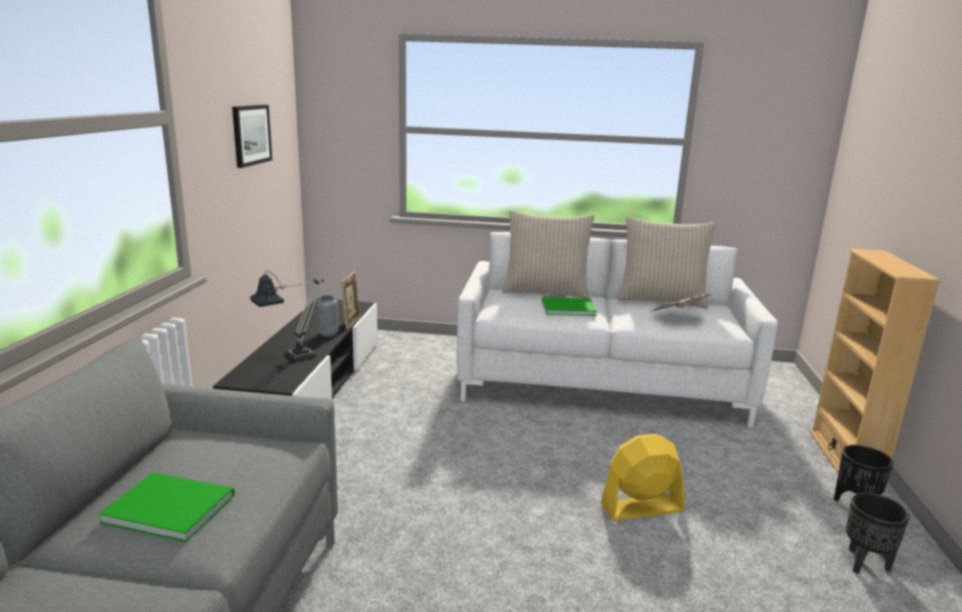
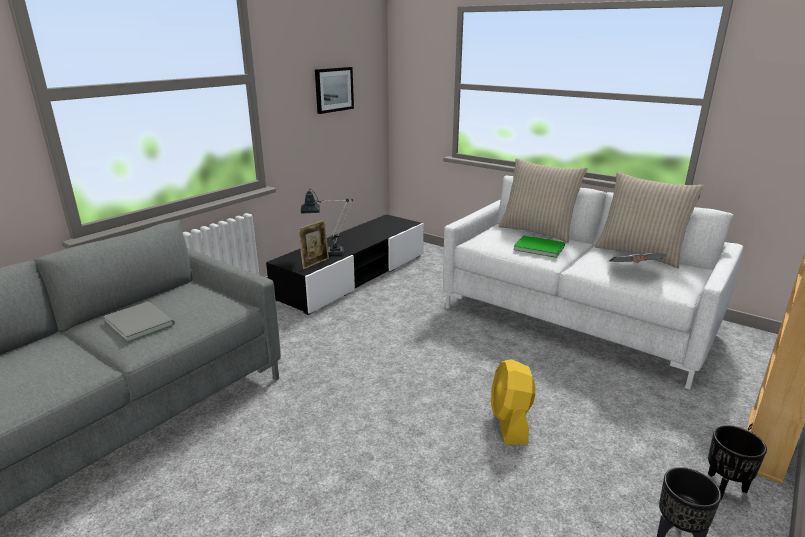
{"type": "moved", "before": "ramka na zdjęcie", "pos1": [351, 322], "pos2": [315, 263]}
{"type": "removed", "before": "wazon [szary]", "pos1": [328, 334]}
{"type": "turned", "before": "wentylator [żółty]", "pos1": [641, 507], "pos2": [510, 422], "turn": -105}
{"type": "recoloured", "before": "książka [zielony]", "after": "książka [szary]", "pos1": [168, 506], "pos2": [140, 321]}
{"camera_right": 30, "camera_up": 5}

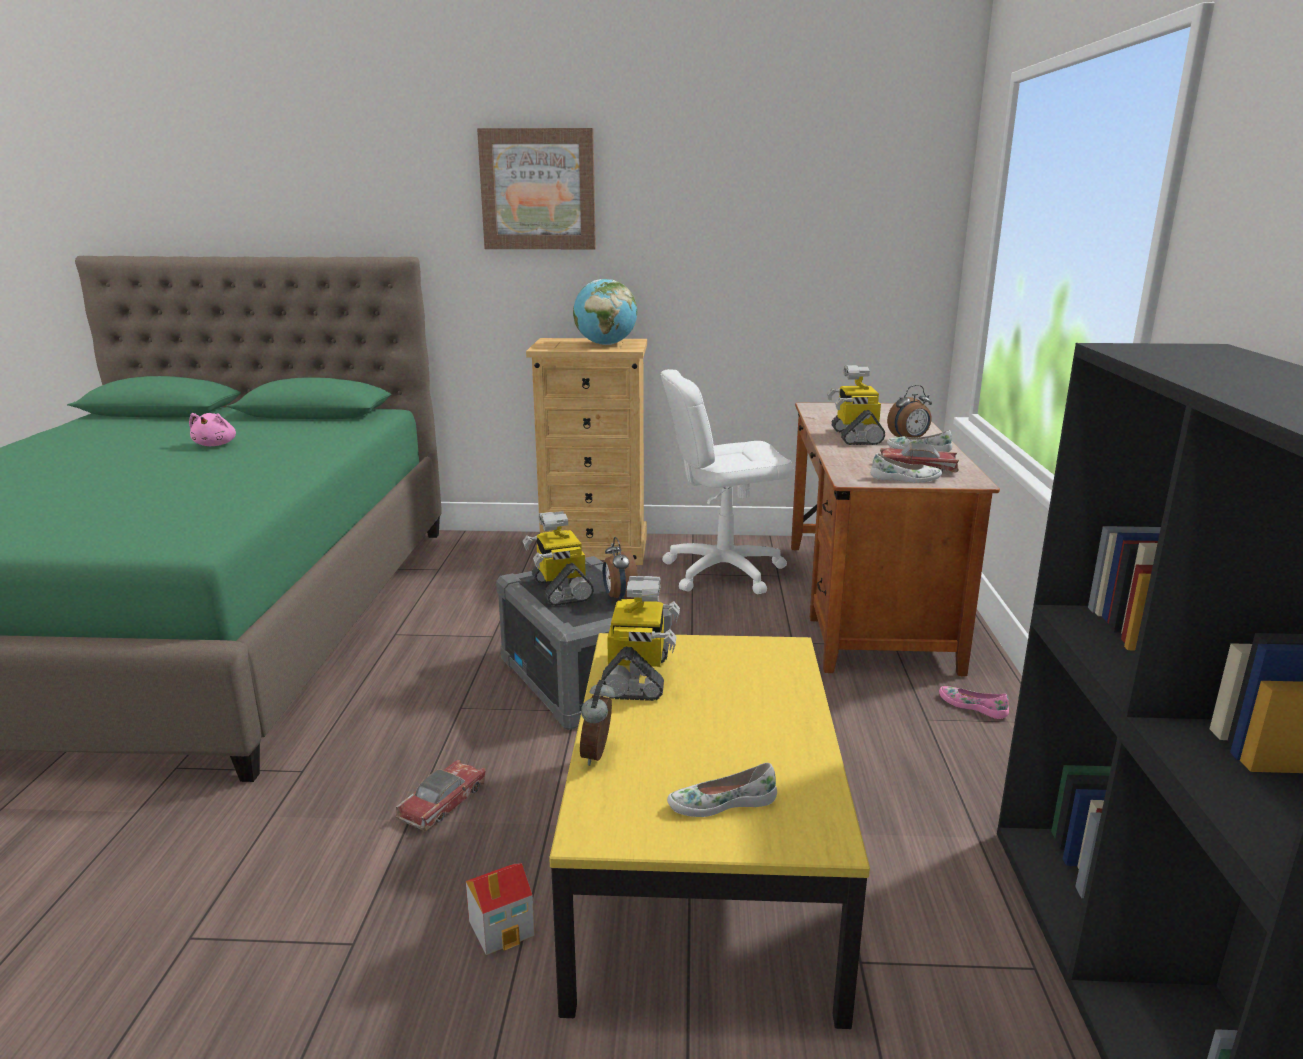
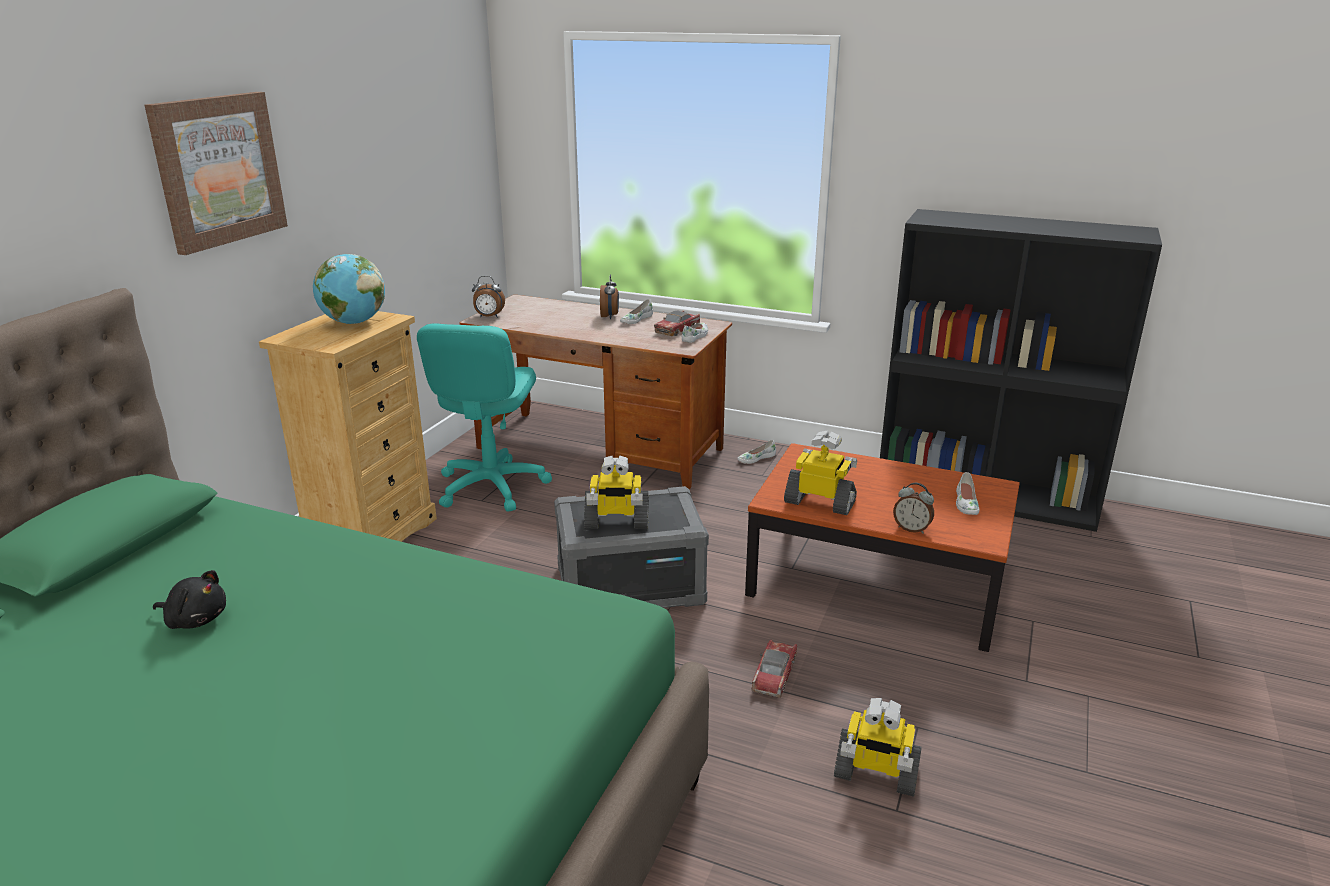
{"type": "moved", "before": "robot zabawkowy", "pos1": [855, 436], "pos2": [875, 773]}
{"type": "recoloured", "before": "krzesło biurowe [biały]", "after": "krzesło biurowe [turkusowy]", "pos1": [723, 571], "pos2": [491, 486]}
{"type": "recoloured", "before": "pluszak [różowy]", "after": "pluszak [czarny]", "pos1": [216, 445], "pos2": [195, 619]}
{"type": "moved", "before": "budzik", "pos1": [619, 598], "pos2": [489, 317]}
{"type": "recoloured", "before": "ława [żółty]", "after": "ława [brązowy]", "pos1": [703, 866], "pos2": [877, 581]}
{"type": "recoloured", "before": "but [różowy]", "after": "but [biały]", "pos1": [972, 706], "pos2": [756, 458]}
{"type": "turned", "before": "samochodzik", "pos1": [443, 803], "pos2": [774, 674], "turn": 60}
{"type": "removed", "before": "domek", "pos1": [502, 927]}
{"camera_right": -70, "camera_up": 5}

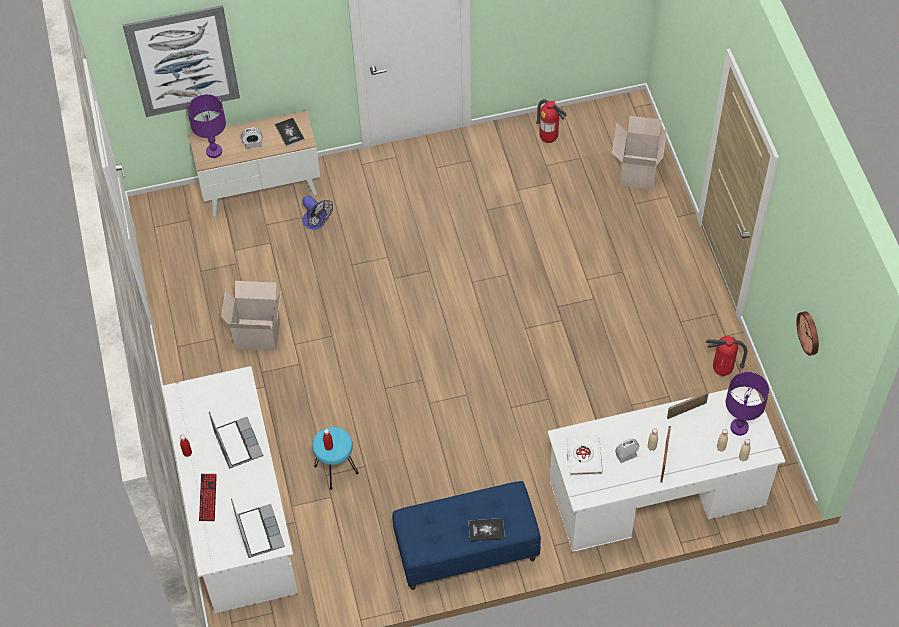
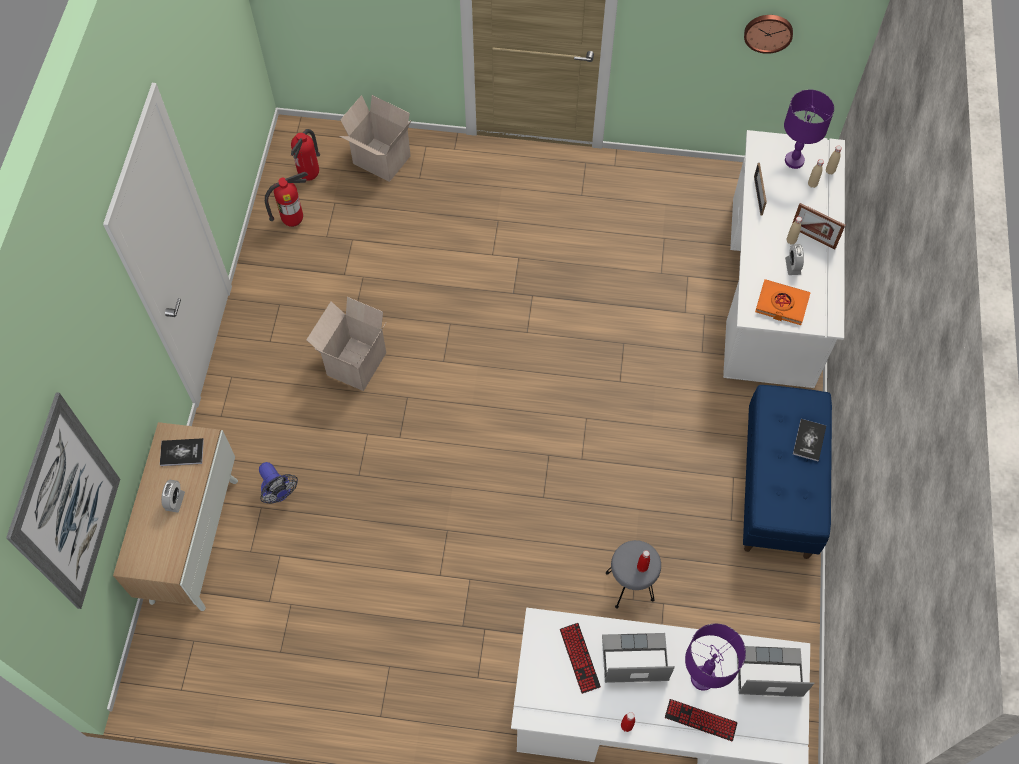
{"type": "moved", "before": "lampa stołowa [fioletowy]", "pos1": [214, 151], "pos2": [702, 678]}
{"type": "turned", "before": "wentylator", "pos1": [316, 223], "pos2": [279, 493], "turn": 75}
{"type": "moved", "before": "karton", "pos1": [258, 333], "pos2": [355, 362]}
{"type": "moved", "before": "gaśnica", "pos1": [722, 371], "pos2": [310, 176]}
{"type": "recoloured", "before": "stołek [turkusowy]", "after": "stołek [szary]", "pos1": [336, 470], "pos2": [630, 586]}
{"type": "recoloured", "before": "książka [biały]", "after": "książka [pomarańczowy]", "pos1": [583, 457], "pos2": [781, 304]}
{"type": "added", "after": "klawiatura", "pos2": [579, 658]}
{"camera_right": -70, "camera_up": 5}

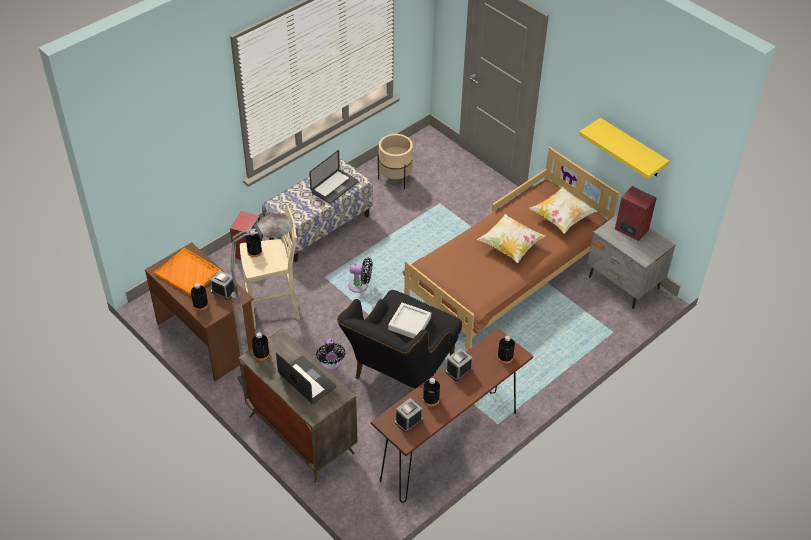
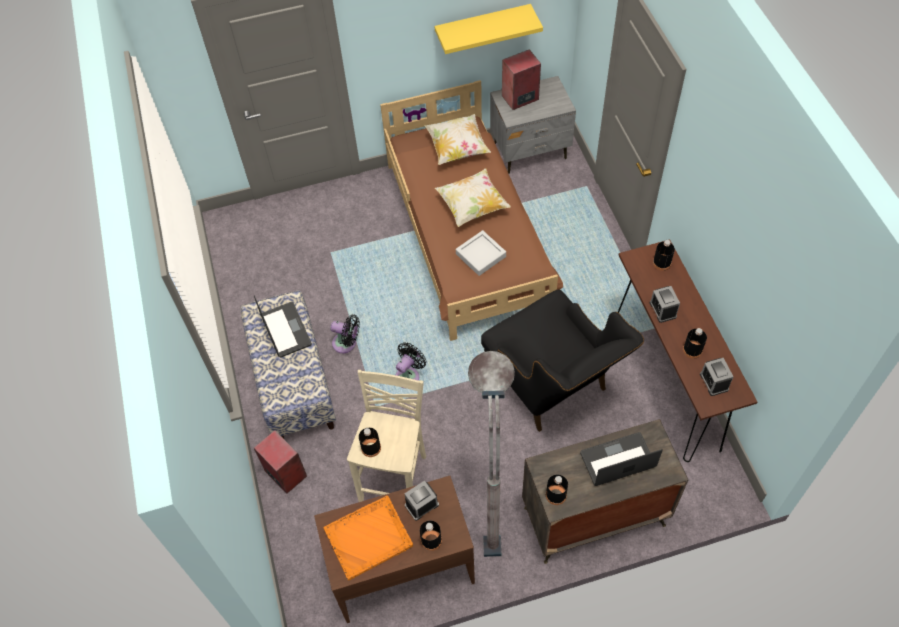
{"type": "removed", "before": "donica [beżowy]", "pos1": [395, 178]}
{"type": "moved", "before": "taca [szary]", "pos1": [409, 323], "pos2": [480, 255]}
{"type": "moved", "before": "wentylator [czarny]", "pos1": [330, 364], "pos2": [346, 343]}
{"camera_right": -60, "camera_up": 10}

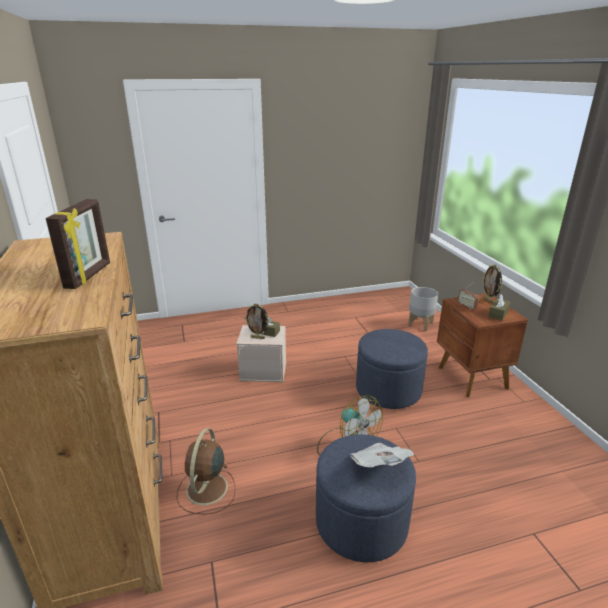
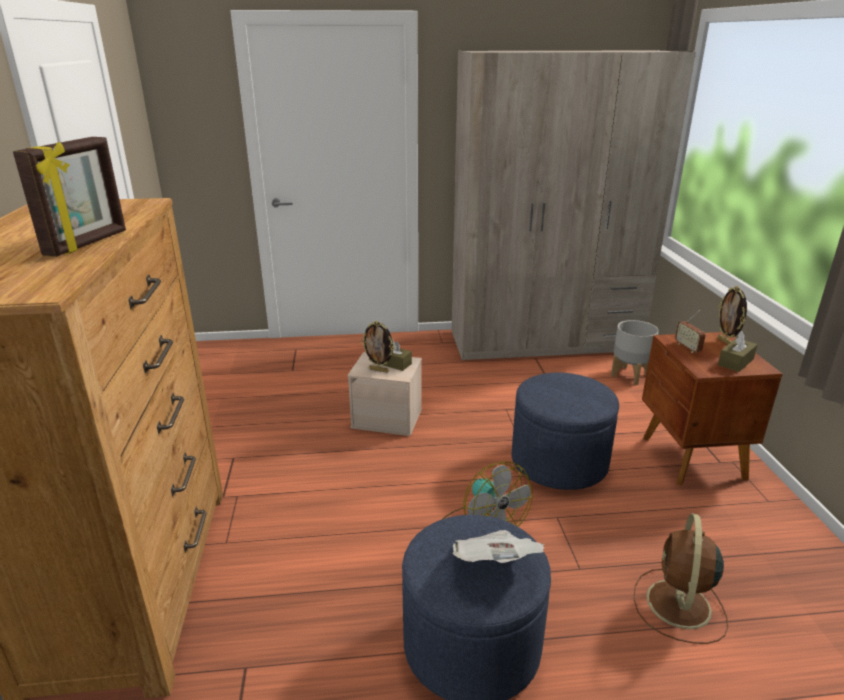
{"type": "moved", "before": "wentylator [brązowy]", "pos1": [206, 490], "pos2": [678, 606]}
{"type": "added", "after": "szafa [beżowy]", "pos2": [544, 341]}
{"camera_right": 10, "camera_up": 0}

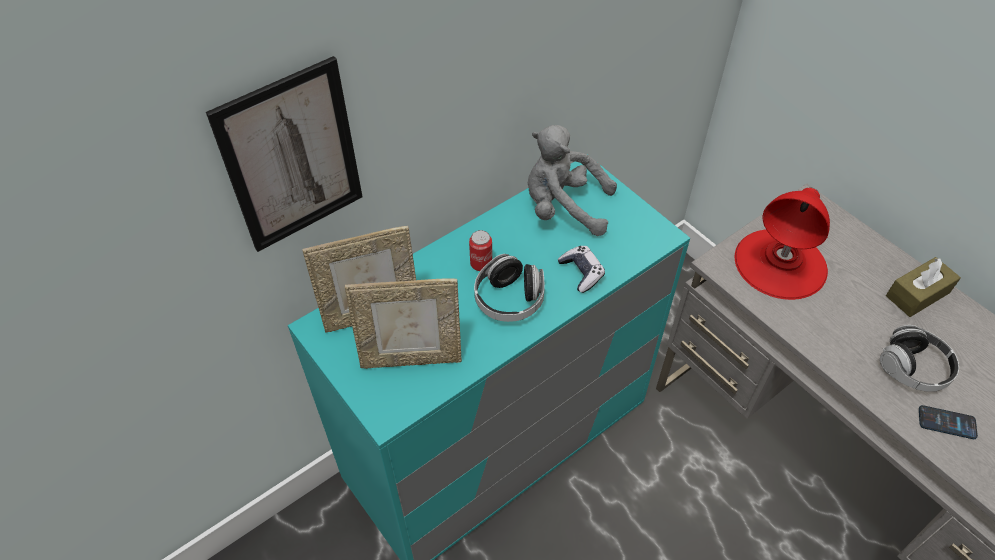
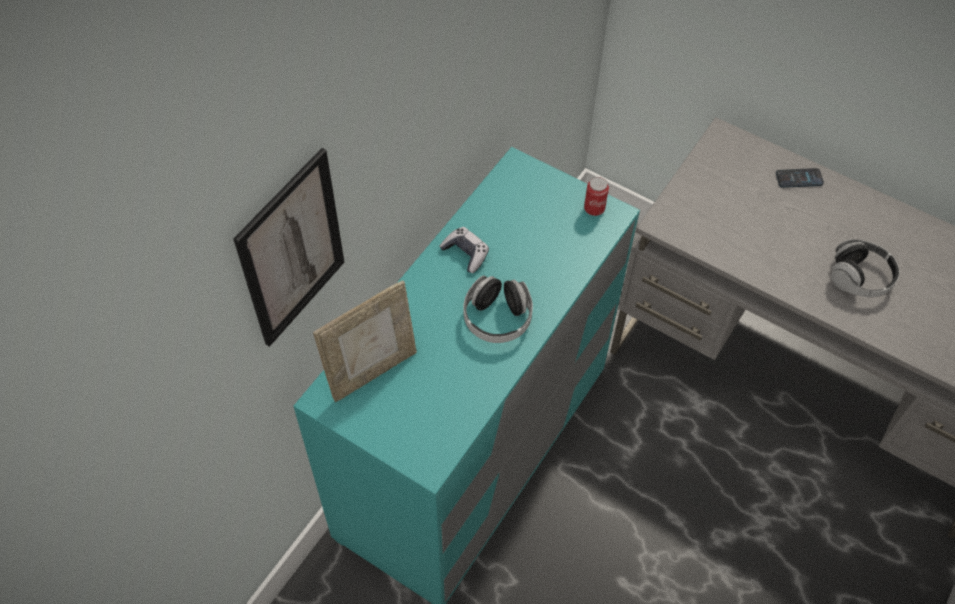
{"type": "removed", "before": "pluszak [szary]", "pos1": [563, 208]}
{"type": "removed", "before": "lampa stołowa [czerwony]", "pos1": [781, 263]}
{"type": "moved", "before": "puszka", "pos1": [481, 264], "pos2": [594, 208]}
{"type": "moved", "before": "pad do gier", "pos1": [581, 273], "pos2": [465, 253]}
{"type": "removed", "before": "pudełko chusteczek [brązowy]", "pos1": [917, 294]}
{"type": "removed", "before": "ramka na zdjęcie", "pos1": [411, 358]}
{"type": "moved", "before": "telefon", "pos1": [946, 422], "pos2": [799, 178]}
{"camera_right": -20, "camera_up": 5}

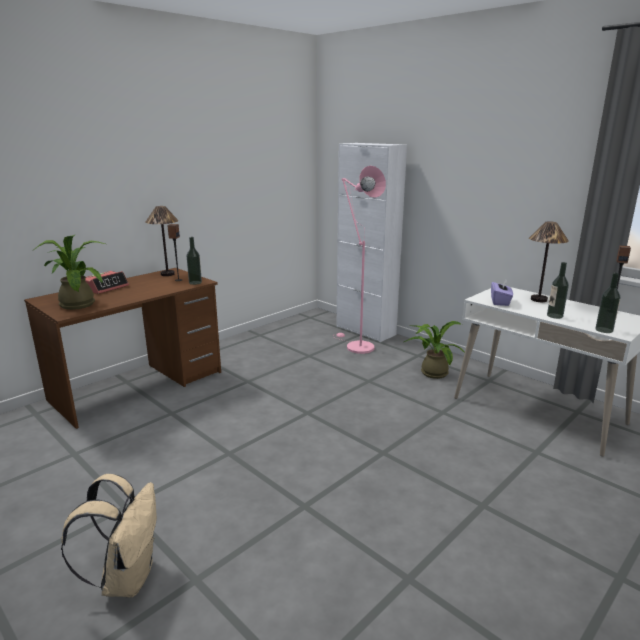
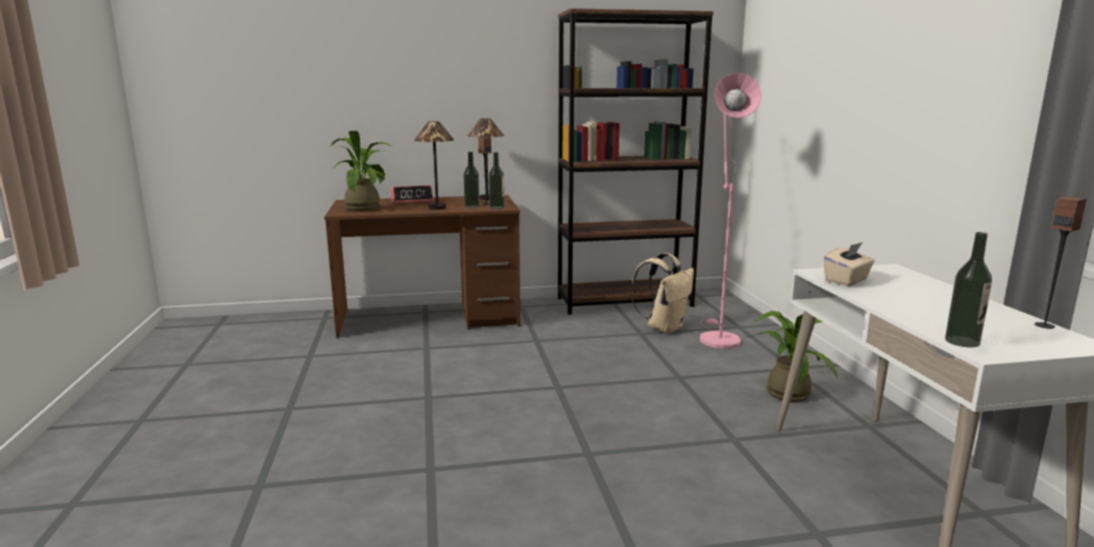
{"type": "removed", "before": "szafka [biały]", "pos1": [365, 330]}
{"type": "moved", "before": "lampa stołowa", "pos1": [539, 300], "pos2": [437, 208]}
{"type": "moved", "before": "butelka", "pos1": [554, 316], "pos2": [472, 207]}
{"type": "recoloured", "before": "pudełko chusteczek [fioletowy]", "after": "pudełko chusteczek [beżowy]", "pos1": [500, 302], "pos2": [847, 280]}
{"type": "moved", "before": "plecak [beżowy]", "pos1": [127, 577], "pos2": [664, 327]}
{"type": "added", "after": "regał [brązowy]", "pos2": [625, 302]}
{"camera_right": 35, "camera_up": -5}

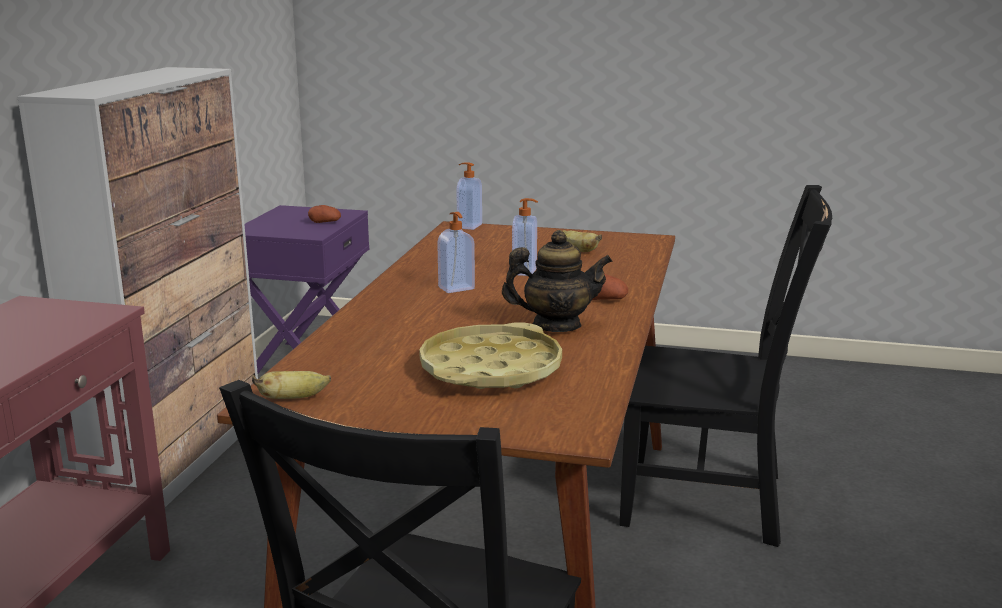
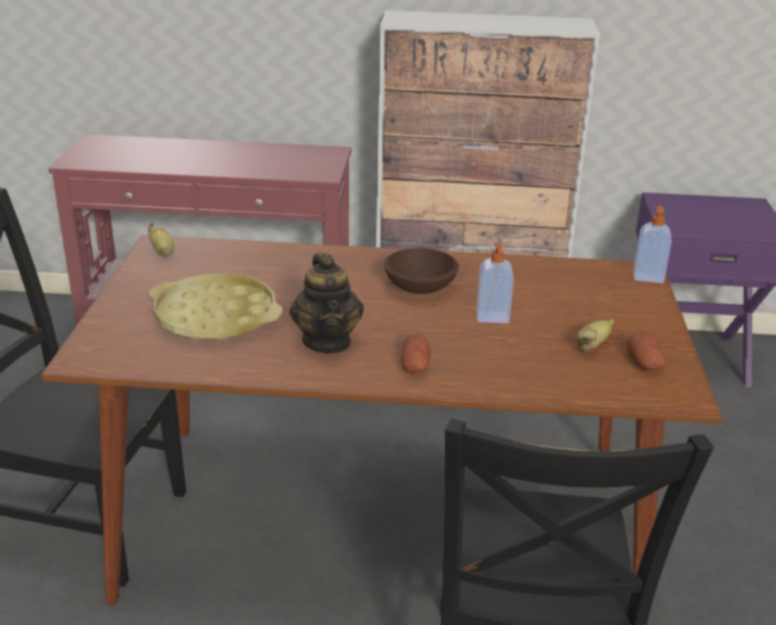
{"type": "moved", "before": "ziemniak", "pos1": [325, 222], "pos2": [643, 362]}
{"type": "replaced", "before": "dozownik mydła", "after": "miska [brązowy]", "pos1": [457, 288], "pos2": [421, 287]}
{"camera_right": 80, "camera_up": 10}

